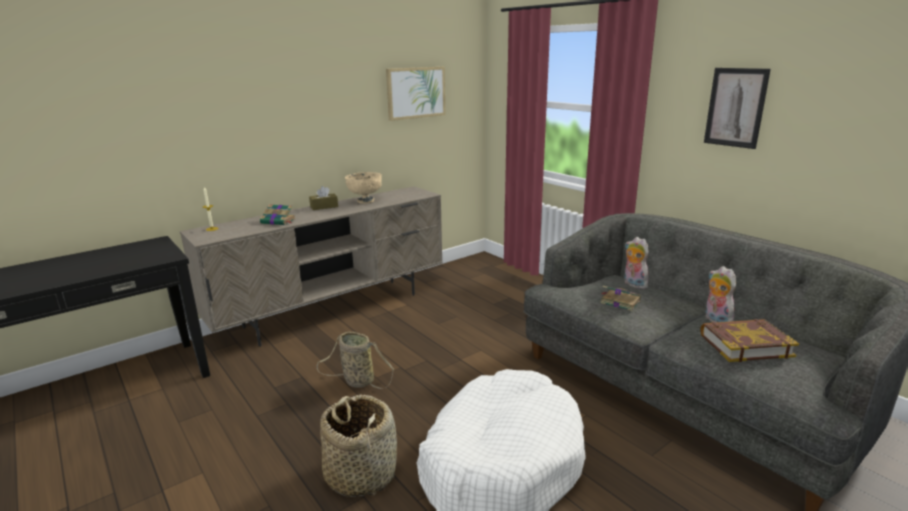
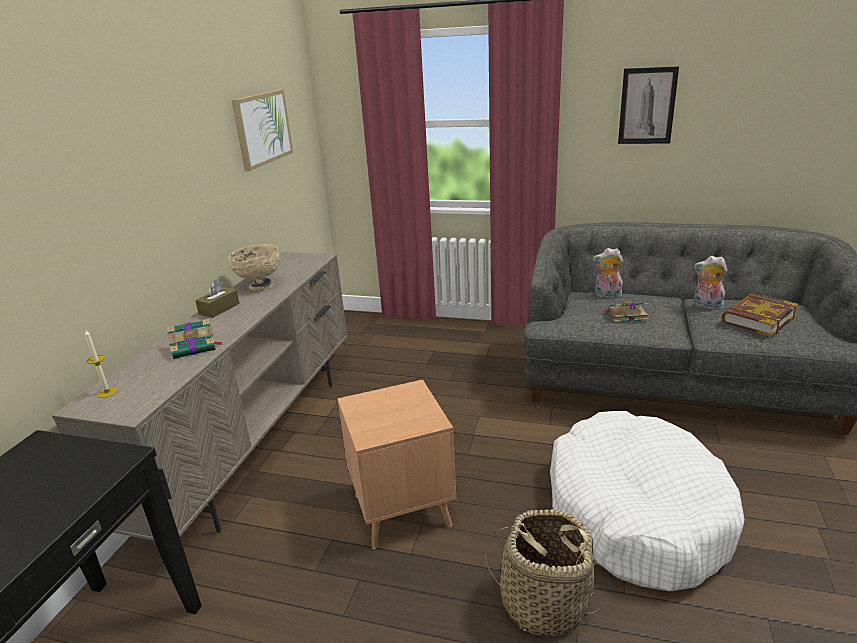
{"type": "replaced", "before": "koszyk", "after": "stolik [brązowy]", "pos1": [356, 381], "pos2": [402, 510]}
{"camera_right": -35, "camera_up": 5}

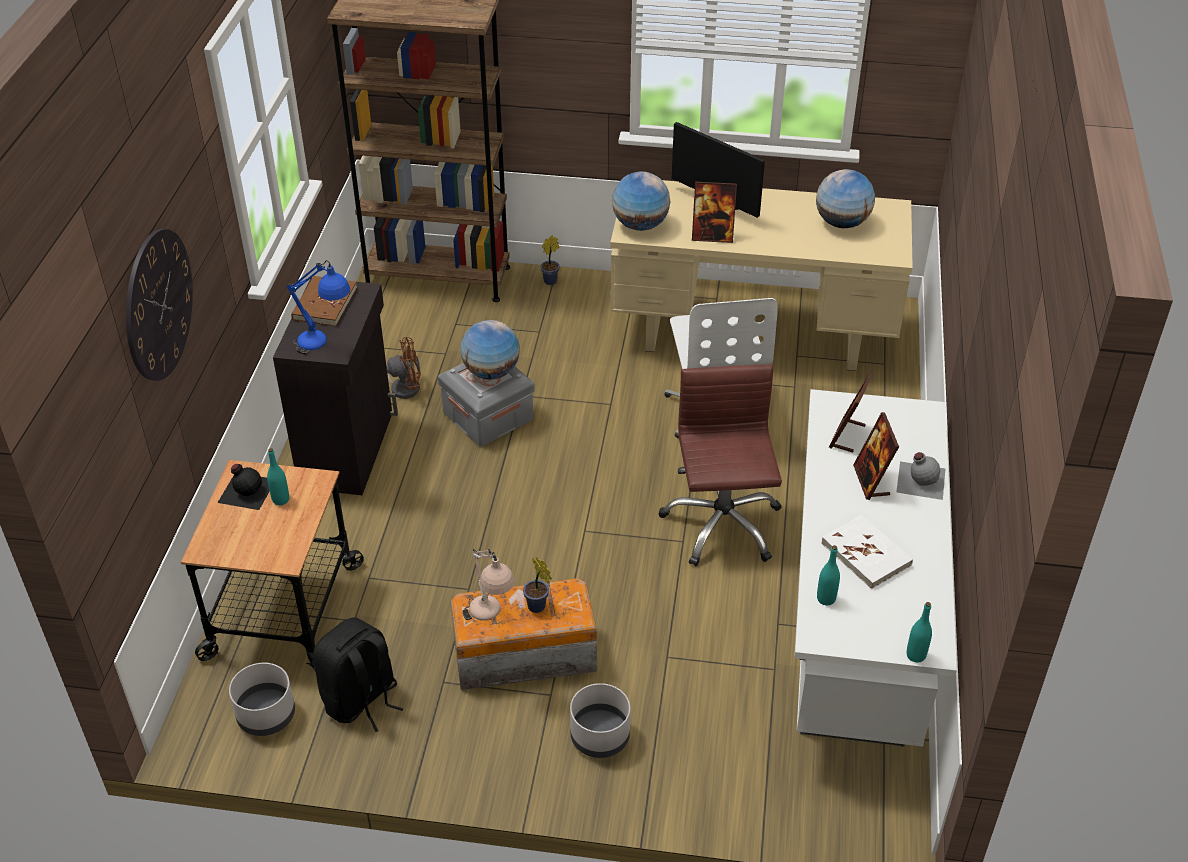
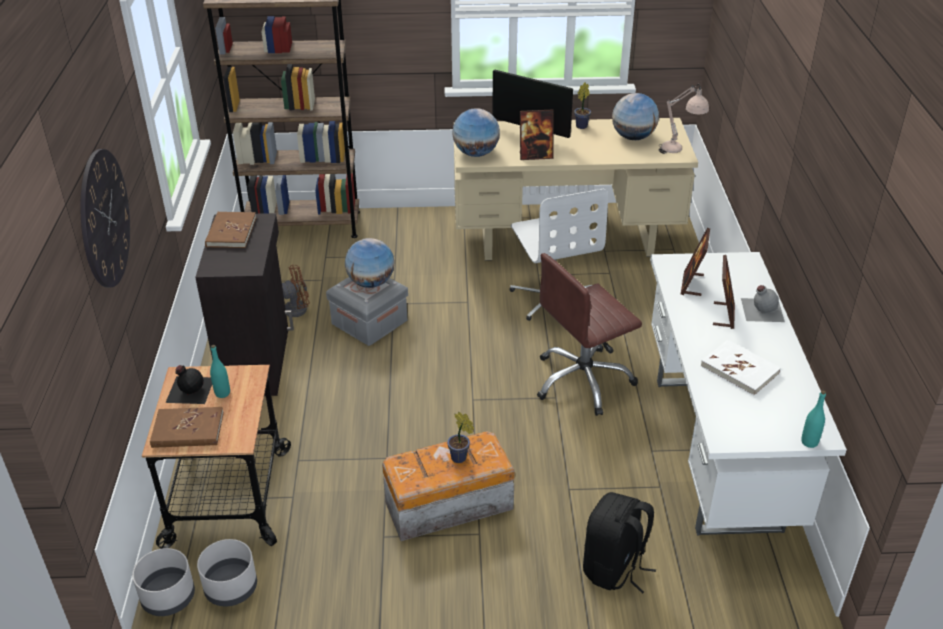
{"type": "moved", "before": "roślina doniczkowa", "pos1": [552, 280], "pos2": [582, 126]}
{"type": "removed", "before": "lampa stołowa [niebieski]", "pos1": [325, 345]}
{"type": "turned", "before": "krzesło biurowe [brązowy]", "pos1": [721, 524], "pos2": [583, 381], "turn": -105}
{"type": "turned", "before": "ramka na zdjęcie", "pos1": [871, 481], "pos2": [723, 315], "turn": -150}
{"type": "removed", "before": "butelka [turkusowy]", "pos1": [826, 599]}
{"type": "moved", "before": "lampa stołowa [beżowy]", "pos1": [491, 620], "pos2": [679, 152]}
{"type": "moved", "before": "plecak [czarny]", "pos1": [361, 700], "pos2": [614, 568]}
{"type": "moved", "before": "donica [szary]", "pos1": [600, 737], "pos2": [169, 597]}
{"type": "added", "after": "książka [brązowy]", "pos2": [188, 430]}
{"camera_right": -10, "camera_up": -5}

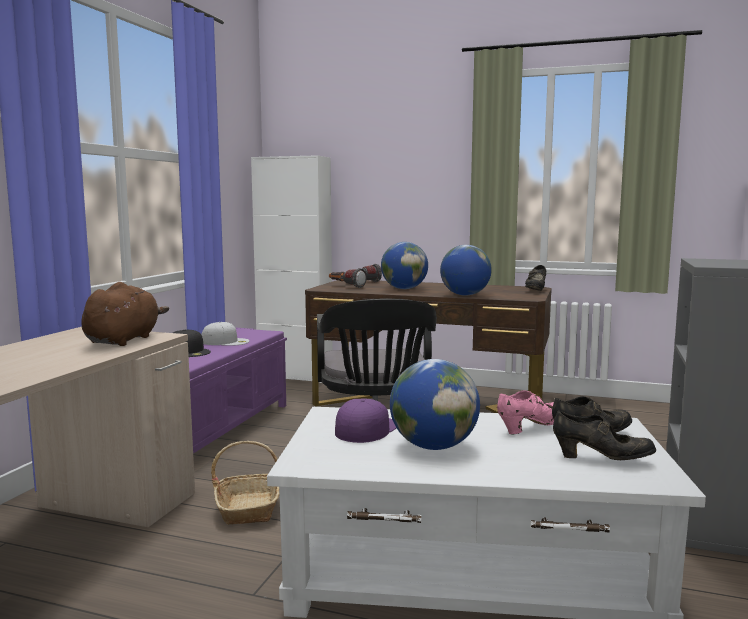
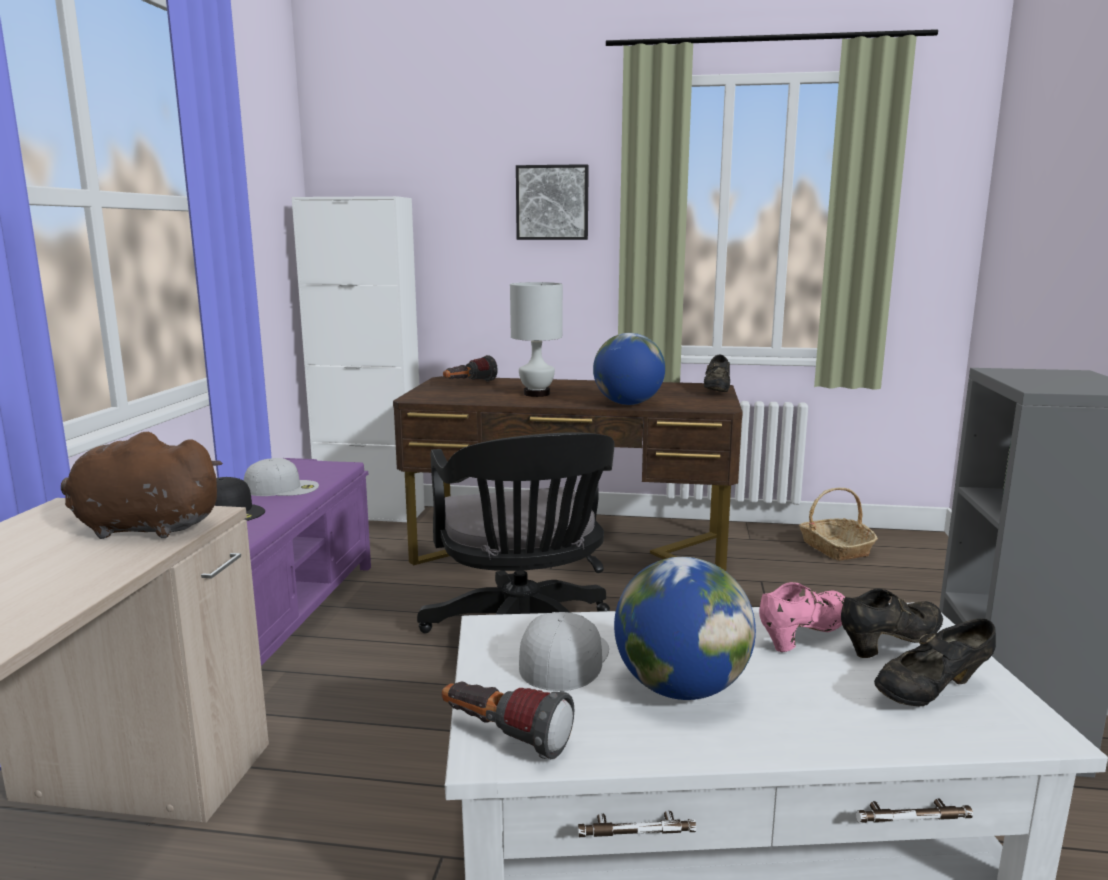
{"type": "replaced", "before": "globus", "after": "lampa stołowa [biały]", "pos1": [404, 289], "pos2": [536, 394]}
{"type": "moved", "before": "latarka", "pos1": [346, 286], "pos2": [504, 737]}
{"type": "turned", "before": "pluszak [brązowy]", "pos1": [124, 340], "pos2": [142, 529], "turn": -90}
{"type": "recoloured", "before": "czapka z daszkiem [fioletowy]", "after": "czapka z daszkiem [biały]", "pos1": [366, 428], "pos2": [563, 658]}
{"type": "turned", "before": "but [czarny]", "pos1": [602, 459], "pos2": [931, 693], "turn": 150}
{"type": "moved", "before": "koszyk", "pos1": [249, 508], "pos2": [835, 548]}
{"type": "added", "after": "obraz", "pos2": [552, 202]}
{"camera_right": -10, "camera_up": 5}

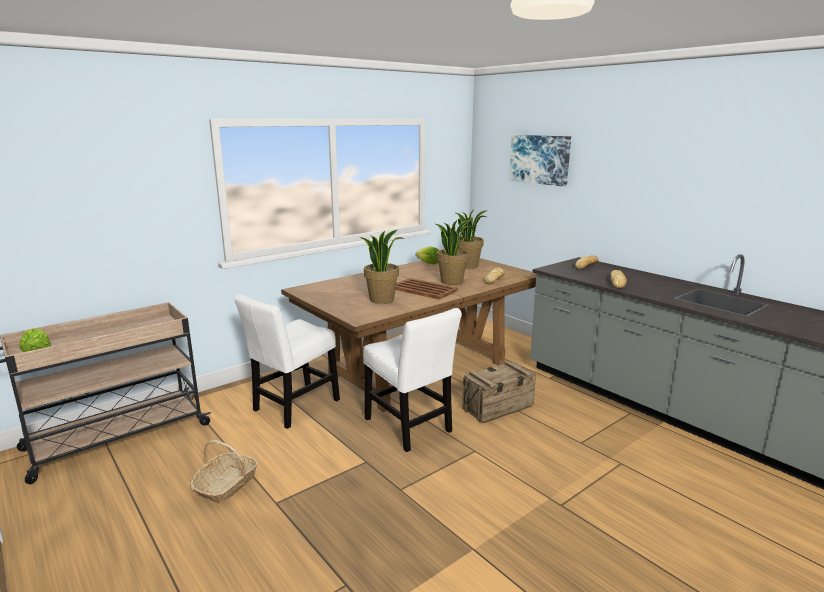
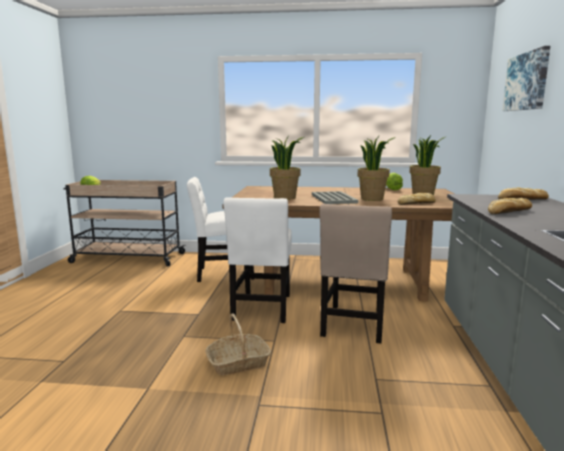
{"type": "recoloured", "before": "taca [brązowy]", "after": "taca [szary]", "pos1": [424, 289], "pos2": [333, 199]}
{"type": "replaced", "before": "skrzynka", "after": "krzesło [beżowy]", "pos1": [498, 408], "pos2": [353, 325]}
{"type": "moved", "before": "koszyk", "pos1": [226, 485], "pos2": [238, 363]}
{"camera_right": 45, "camera_up": -5}

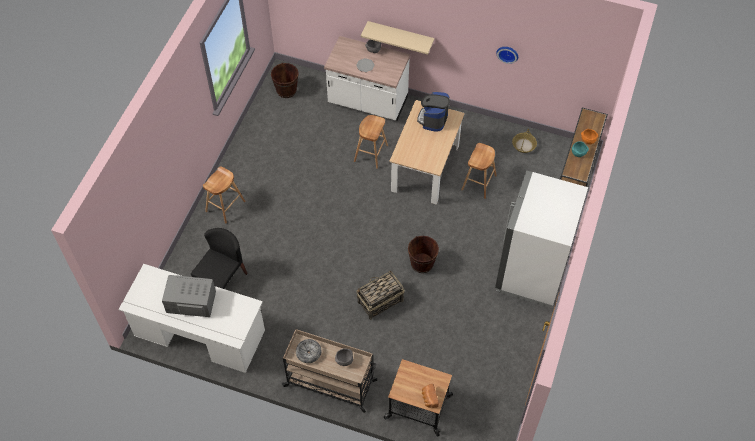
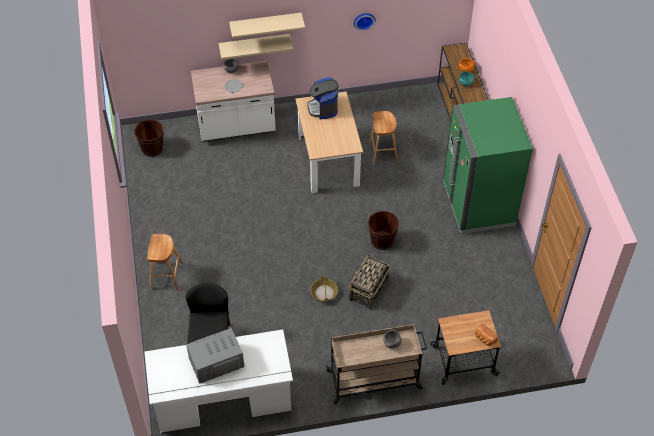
{"type": "removed", "before": "stołek [brązowy]", "pos1": [371, 153]}
{"type": "moved", "before": "koszyk", "pos1": [523, 145], "pos2": [324, 293]}
{"type": "recoloured", "before": "lodówka [biały]", "after": "lodówka [zielony]", "pos1": [531, 271], "pos2": [478, 204]}
{"type": "removed", "before": "miska", "pos1": [308, 352]}
{"type": "added", "after": "półka [beżowy]", "pos2": [265, 23]}
{"camera_right": -30, "camera_up": -5}

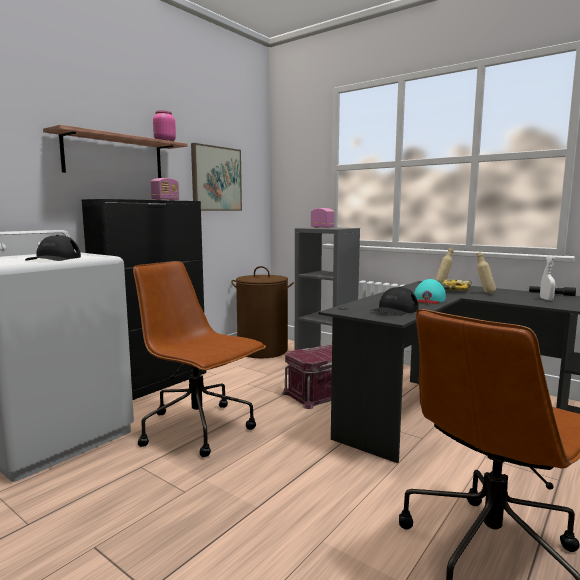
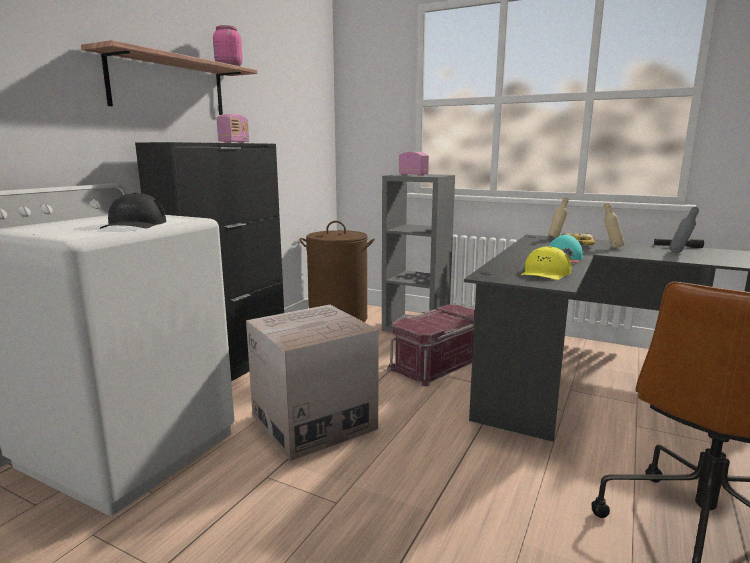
{"type": "removed", "before": "obraz", "pos1": [216, 179]}
{"type": "replaced", "before": "spryskiwacz [biały]", "after": "butelka [szary]", "pos1": [546, 299], "pos2": [680, 253]}
{"type": "replaced", "before": "krzesło biurowe [brązowy]", "after": "karton", "pos1": [199, 429], "pos2": [313, 422]}
{"type": "recoloured", "before": "czapka z daszkiem [czarny]", "after": "czapka z daszkiem [żółty]", "pos1": [394, 310], "pos2": [545, 273]}
{"camera_right": -10, "camera_up": 5}

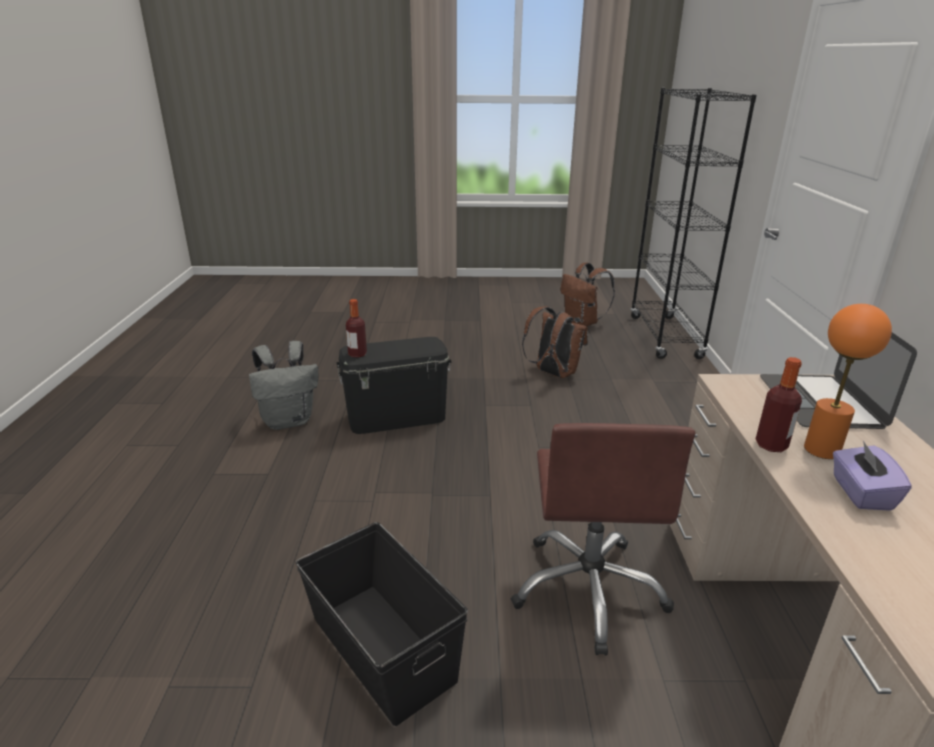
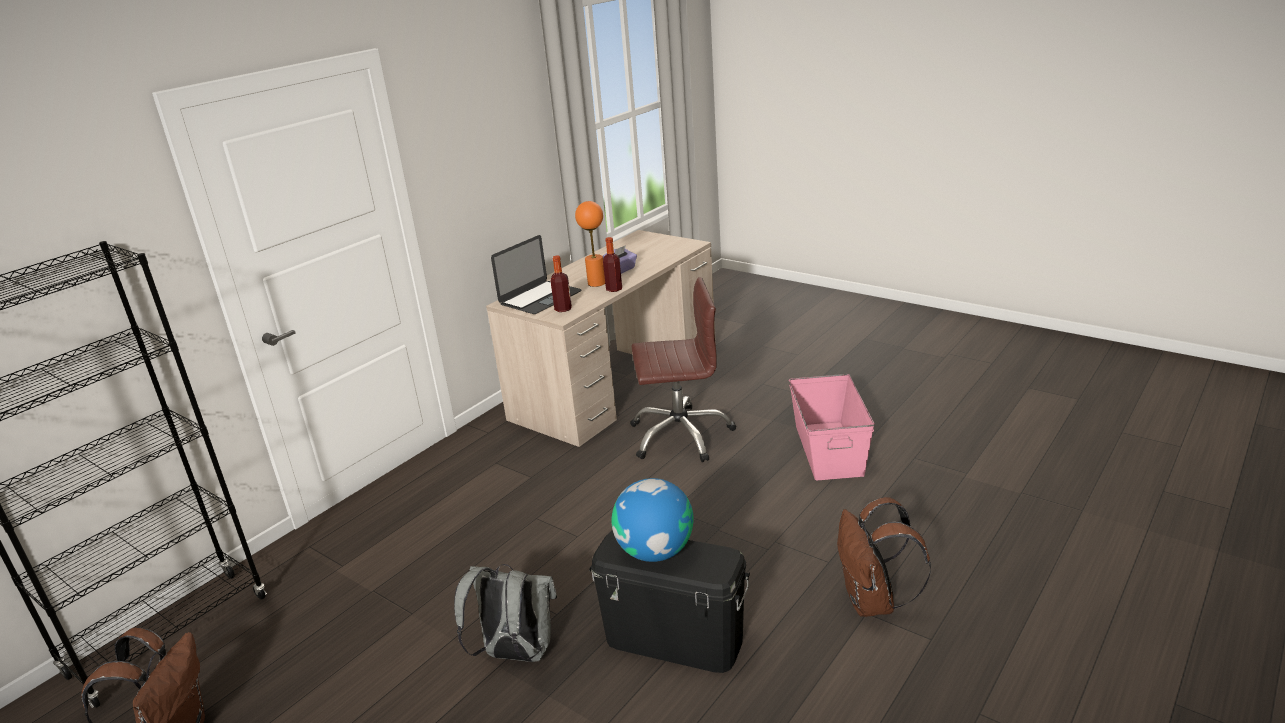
{"type": "moved", "before": "butelka", "pos1": [357, 354], "pos2": [563, 309]}
{"type": "moved", "before": "plecak [brązowy]", "pos1": [553, 373], "pos2": [873, 602]}
{"type": "moved", "before": "plecak [szary]", "pos1": [289, 421], "pos2": [515, 654]}
{"type": "turned", "before": "krzesło biurowe [brązowy]", "pos1": [589, 589], "pos2": [680, 435], "turn": 45}
{"type": "recoloured", "before": "pojemnik do przechowywania [czarny]", "after": "pojemnik do przechowywania [różowy]", "pos1": [382, 649], "pos2": [829, 449]}
{"type": "added", "after": "globus", "pos2": [655, 551]}
{"camera_right": -140, "camera_up": 0}

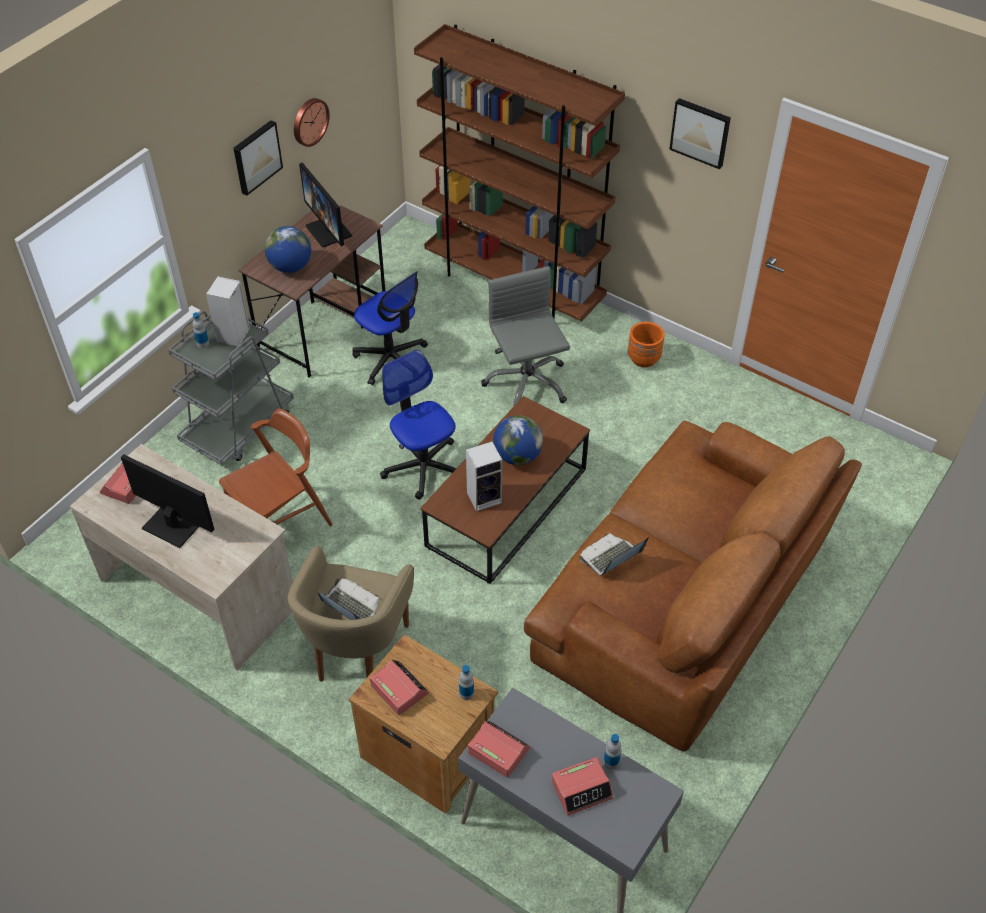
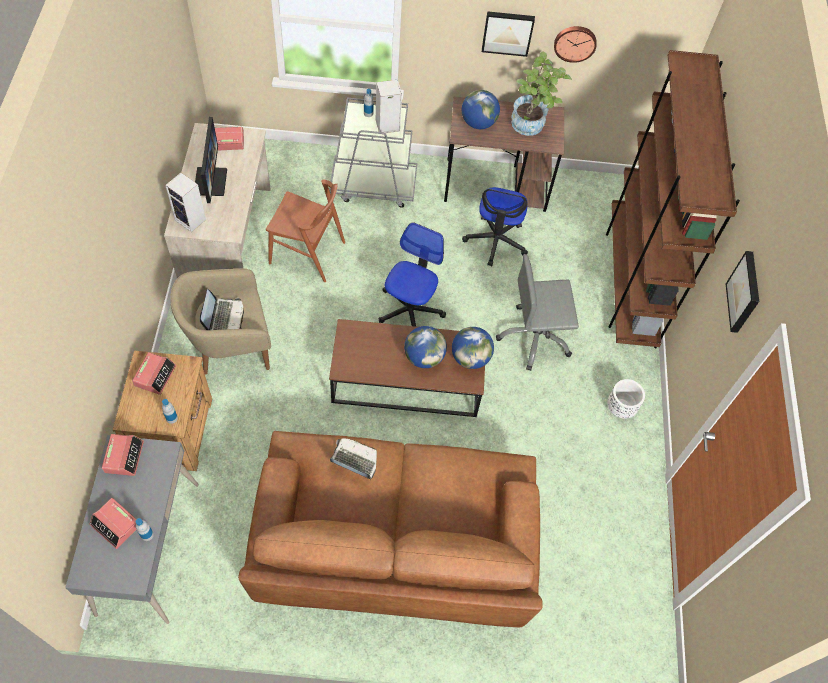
{"type": "replaced", "before": "monitor", "after": "roślina doniczkowa", "pos1": [329, 231], "pos2": [531, 126]}
{"type": "turned", "before": "krzesło biurowe [szary]", "pos1": [526, 383], "pos2": [534, 337], "turn": -135}
{"type": "recoloured", "before": "donica [pomarańczowy]", "after": "donica [biały]", "pos1": [644, 359], "pos2": [620, 408]}
{"type": "moved", "before": "głośnik", "pos1": [485, 497], "pos2": [191, 220]}
{"type": "added", "after": "globus", "pos2": [470, 358]}
{"camera_right": 55, "camera_up": 10}

